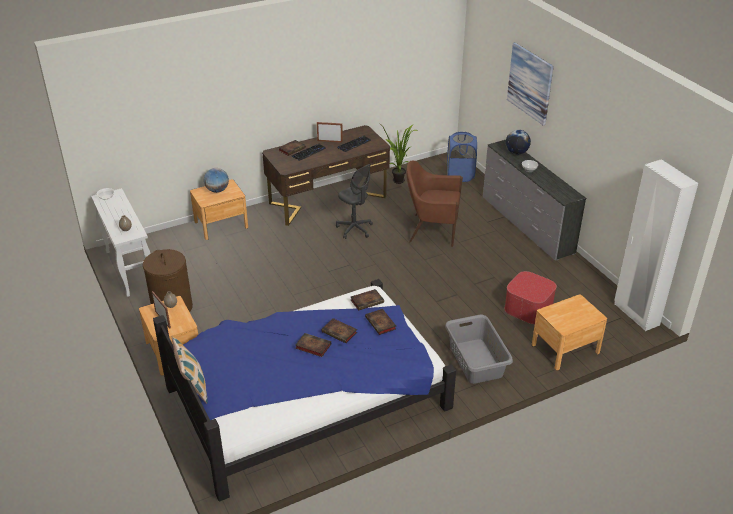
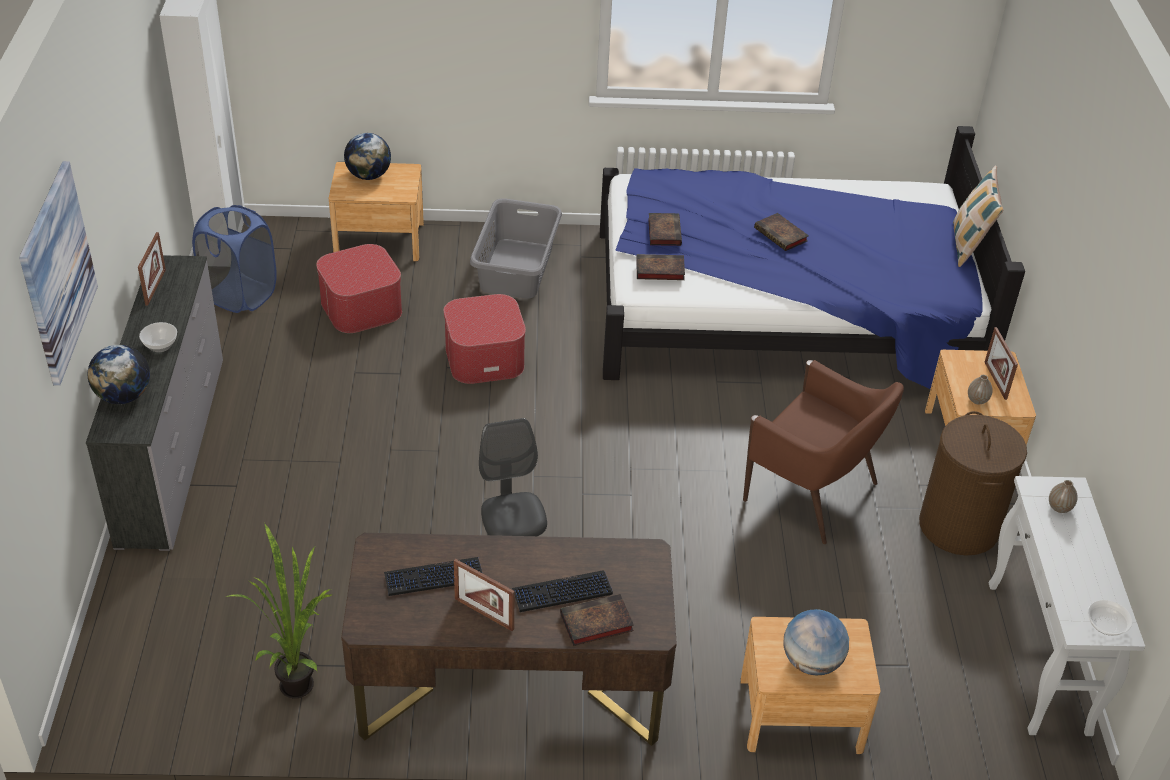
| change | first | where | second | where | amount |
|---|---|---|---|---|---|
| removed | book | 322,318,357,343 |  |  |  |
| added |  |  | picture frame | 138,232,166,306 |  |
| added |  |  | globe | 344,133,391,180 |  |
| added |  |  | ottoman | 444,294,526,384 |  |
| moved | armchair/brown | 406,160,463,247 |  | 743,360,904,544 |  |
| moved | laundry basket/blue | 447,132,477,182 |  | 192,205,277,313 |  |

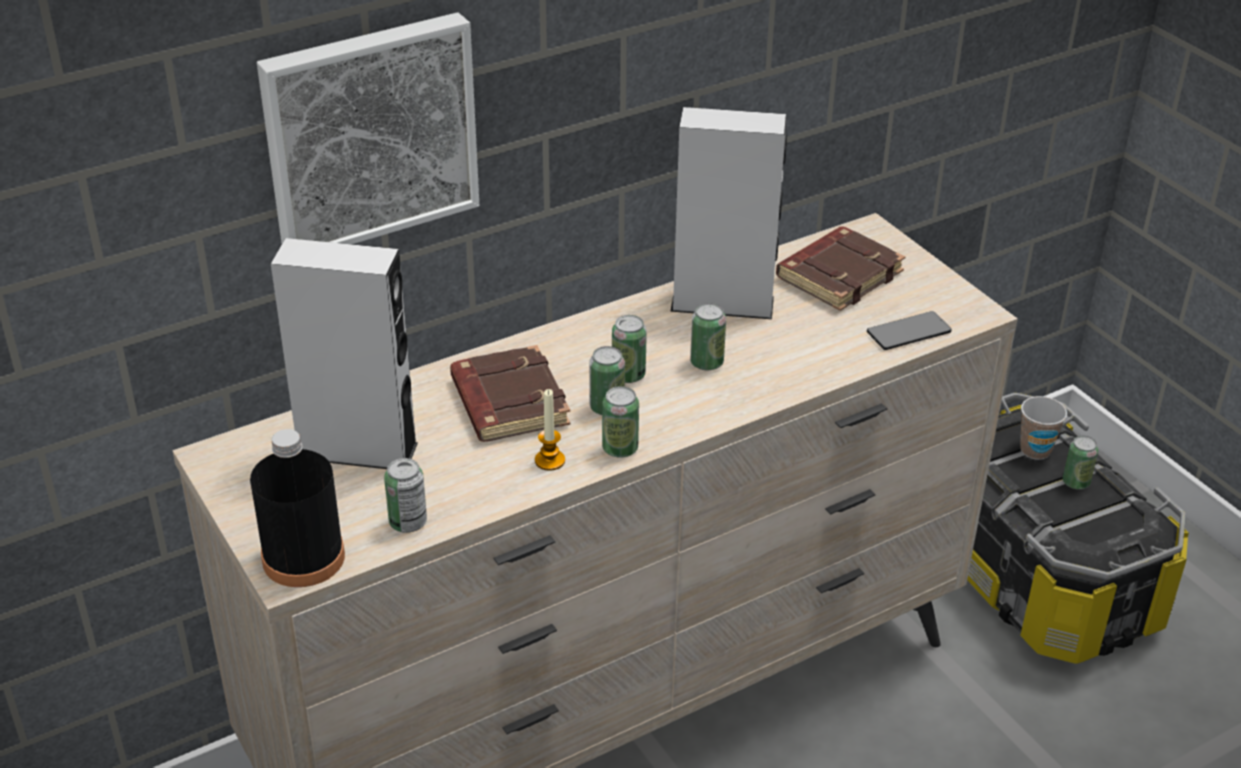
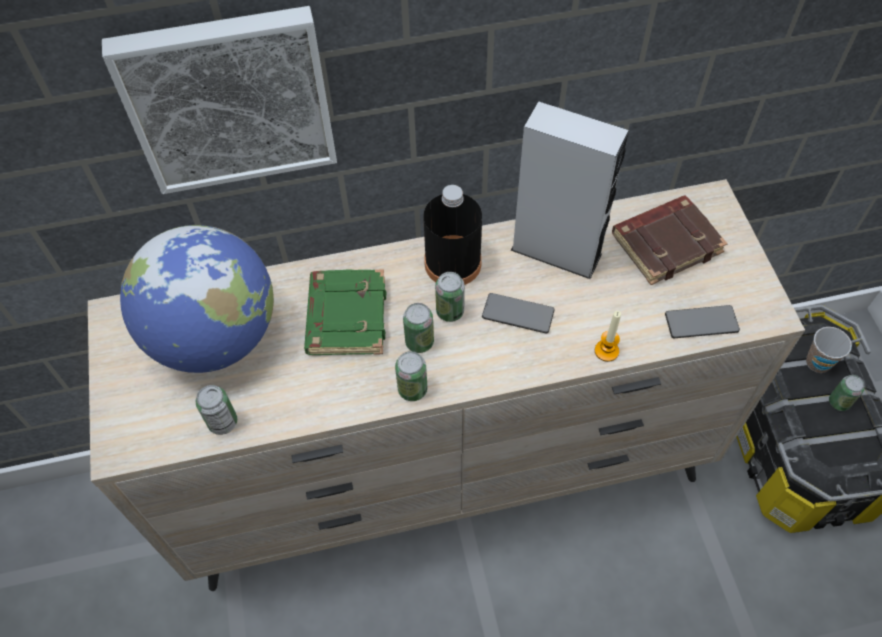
| change | first | where | second | where | amount |
|---|---|---|---|---|---|
| moved | bottle/black | 250,429,345,587 |  | 423,185,482,285 |  |
| moved | candle | 535,389,565,471 |  | 595,311,621,362 |  |
| replaced | speaker/grey | 271,238,418,469 | globe | 120,225,274,373 |  |
| replaced | can | 690,303,726,371 | phone | 482,293,555,333 |  |
| recoloured | book/brown | 450,345,570,442 | book/green | 304,269,386,355 |  |

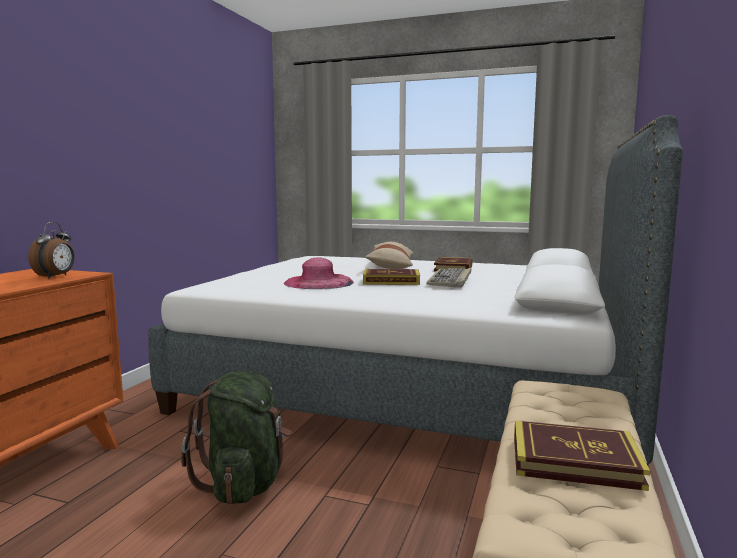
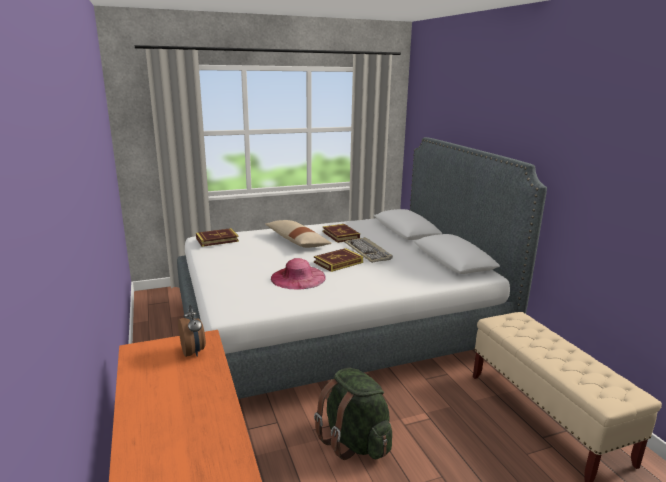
| change | first | where | second | where | amount |
|---|---|---|---|---|---|
| moved | book | 514,421,650,491 |  | 196,228,239,247 |  |

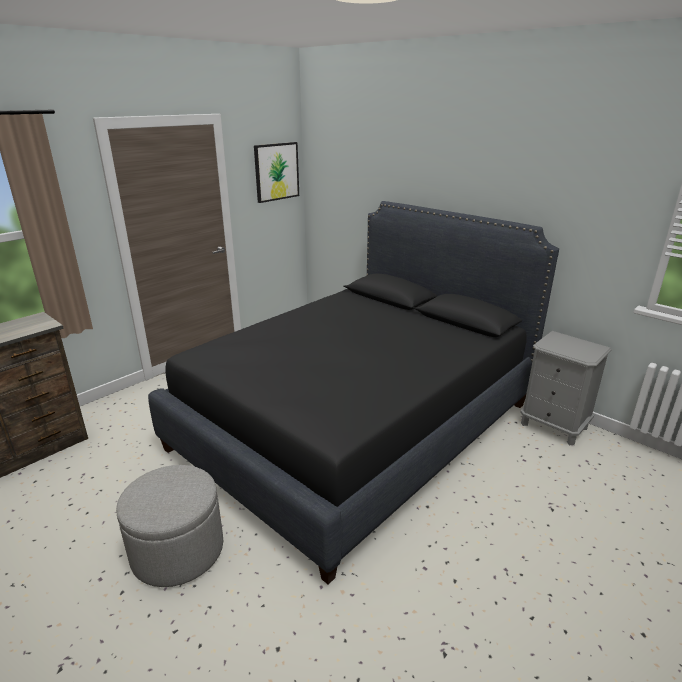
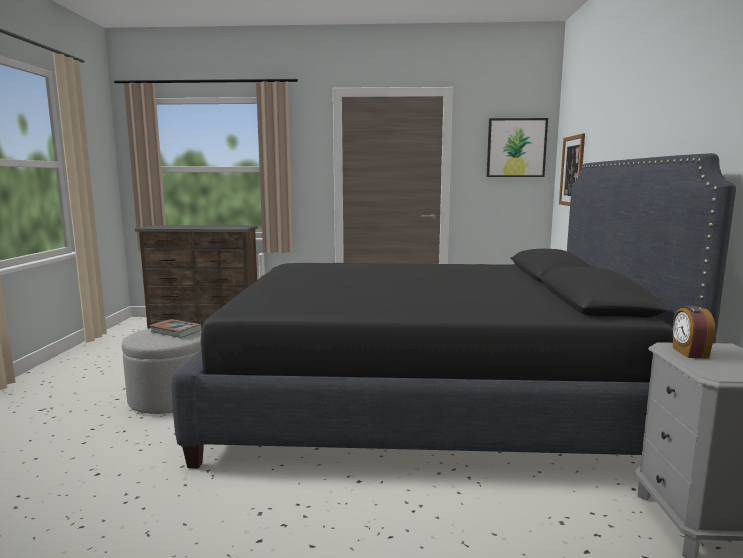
| change | first | where | second | where | amount |
|---|---|---|---|---|---|
| added |  |  | book | 149,319,202,338 |  |
| added |  |  | picture | 559,133,585,206 |  |
| added |  |  | alarm clock | 673,306,715,359 |  |

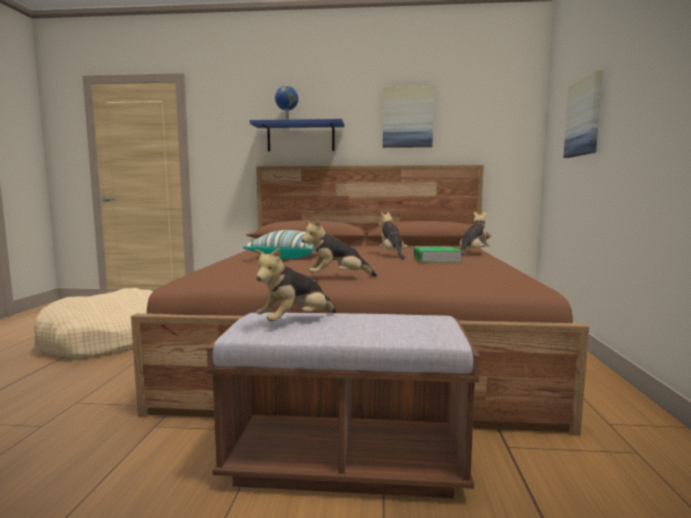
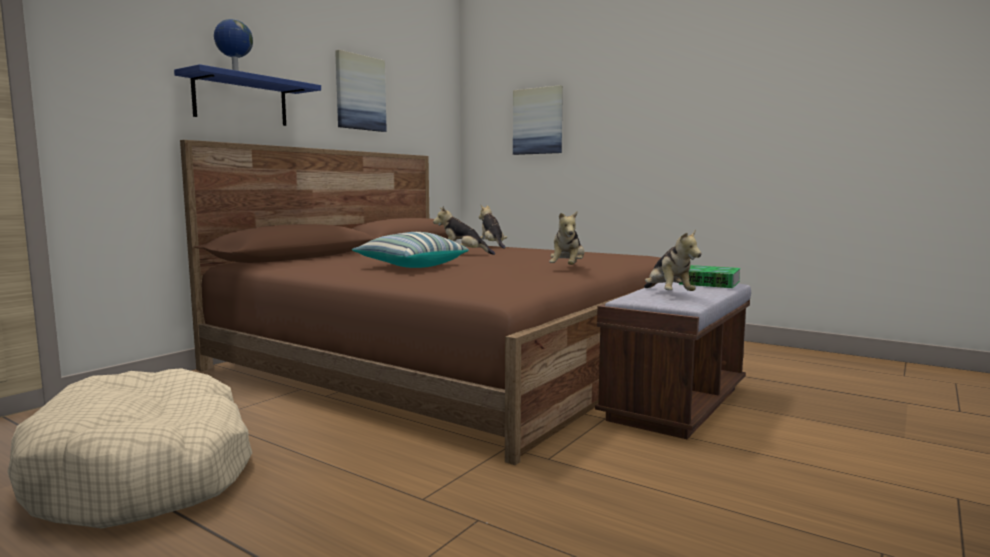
| change | first | where | second | where | amount |
|---|---|---|---|---|---|
| moved | book | 413,247,462,262 |  | 679,265,741,288 |  |

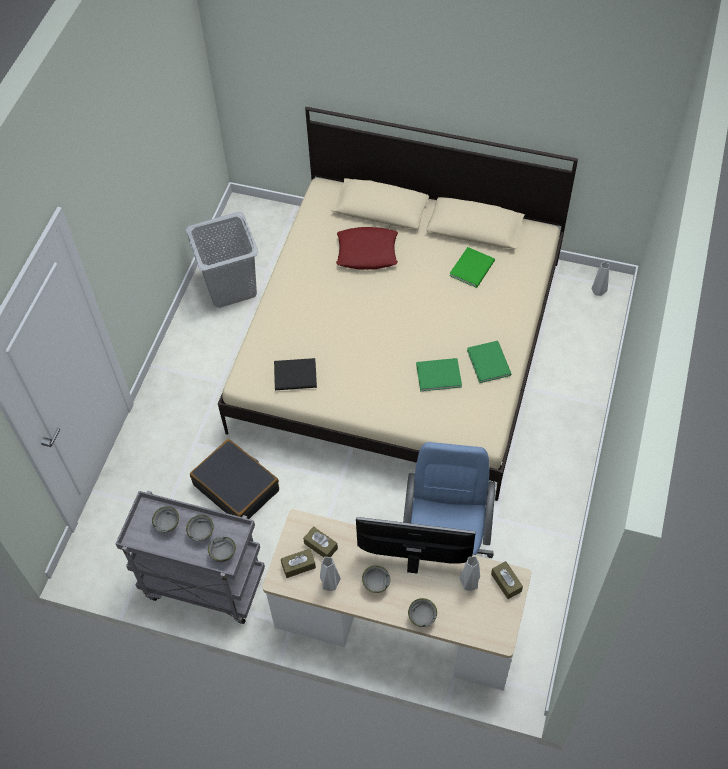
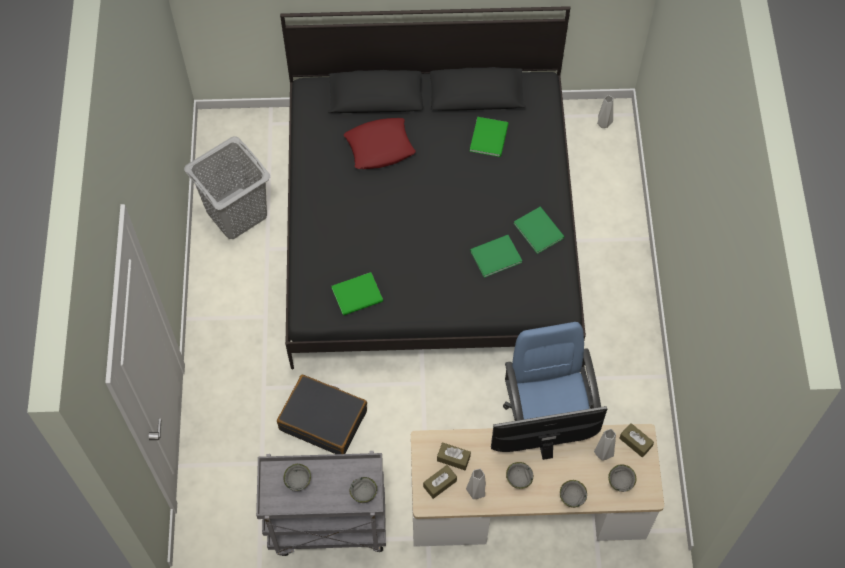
| change | first | where | second | where | amount |
|---|---|---|---|---|---|
| moved | bowl/grey | 186,515,214,541 |  | 608,465,636,492 |  |
| recoloured | bed/beige | 218,107,578,501 | bed/black | 280,6,586,369 |  |
| recoloured | book/black | 274,358,317,390 | book/green | 332,272,383,316 |  |

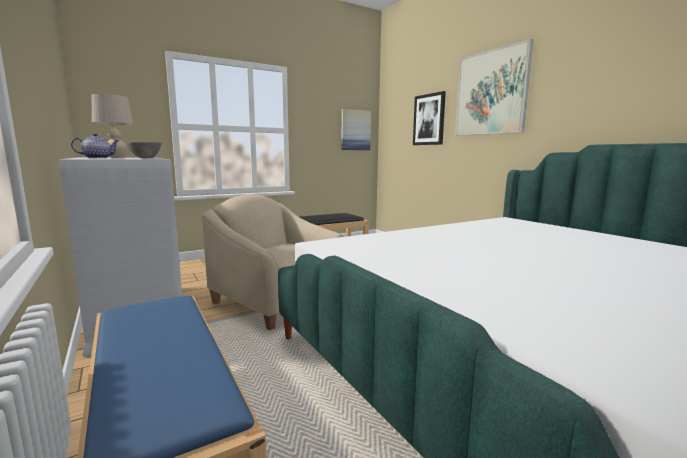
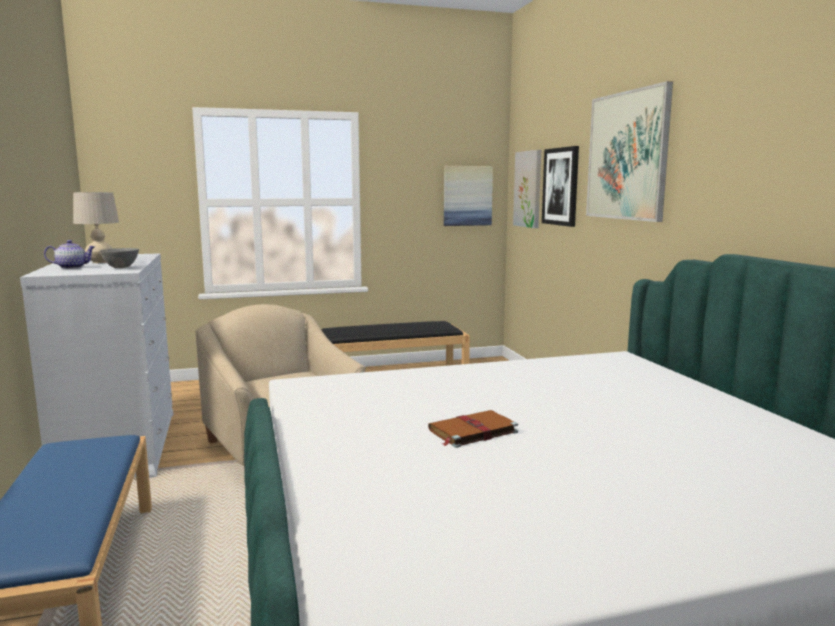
| change | first | where | second | where | amount |
|---|---|---|---|---|---|
| added |  |  | book/brown | 428,410,518,448 |  |
| added |  |  | picture | 513,150,541,228 |  |

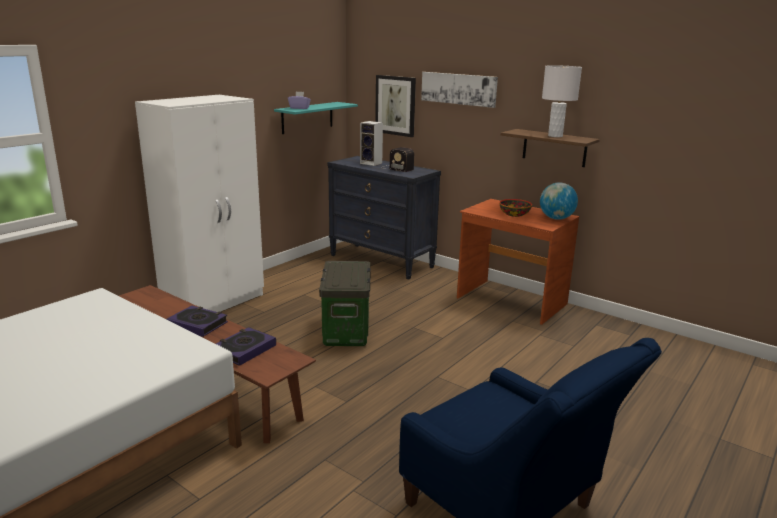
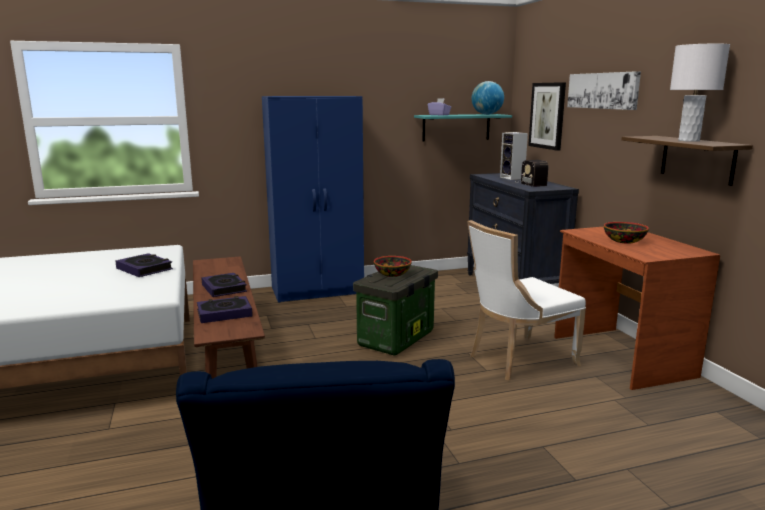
| change | first | where | second | where | amount |
|---|---|---|---|---|---|
| added |  |  | book | 115,253,173,277 |  |
| added |  |  | bowl | 374,256,412,277 |  |
| added |  |  | chair/white | 467,220,586,381 |  |
| moved | globe | 540,182,578,220 |  | 472,81,504,115 |  |
| recoloured | wardrobe/white | 135,95,264,312 | wardrobe/blue | 262,96,364,303 |  |

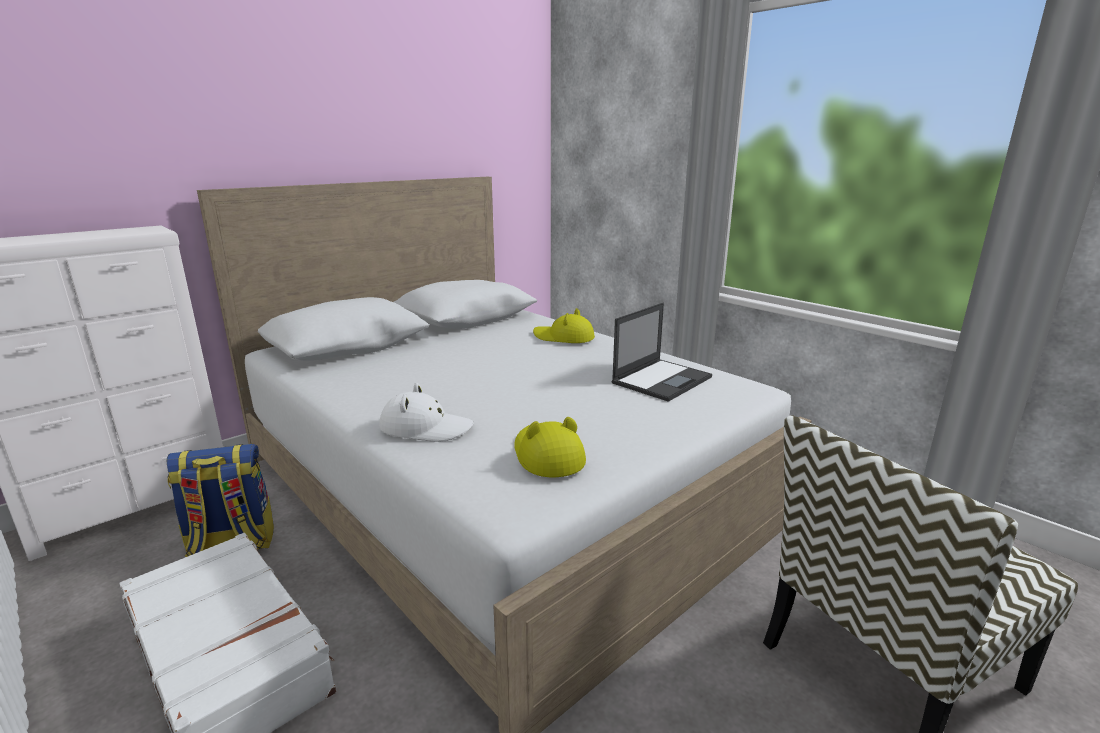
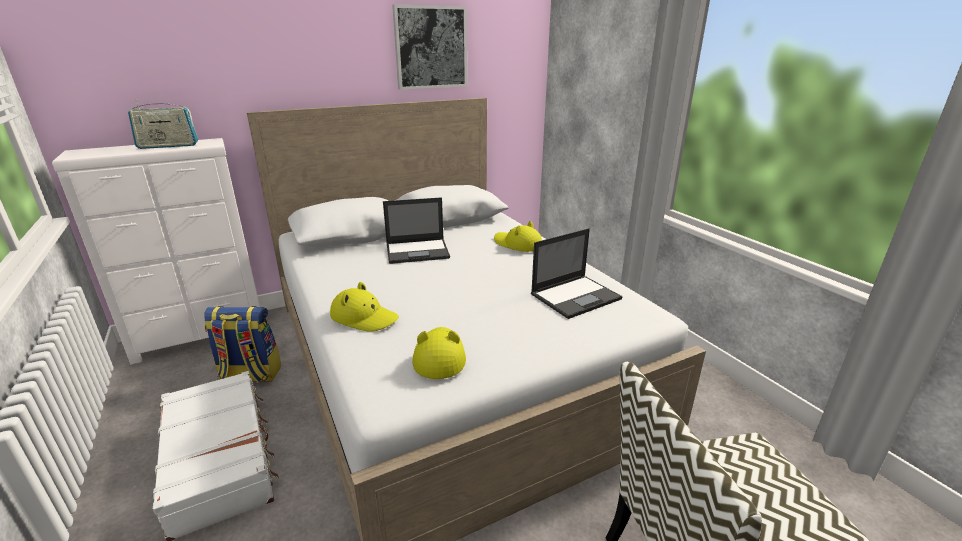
| change | first | where | second | where | amount |
|---|---|---|---|---|---|
| added |  |  | radio | 128,100,198,149 |  |
| added |  |  | laptop | 383,197,450,264 |  |
| added |  |  | picture | 392,4,467,90 |  |
| recoloured | hat/white | 379,383,474,442 | hat/yellow | 330,282,399,332 |  |

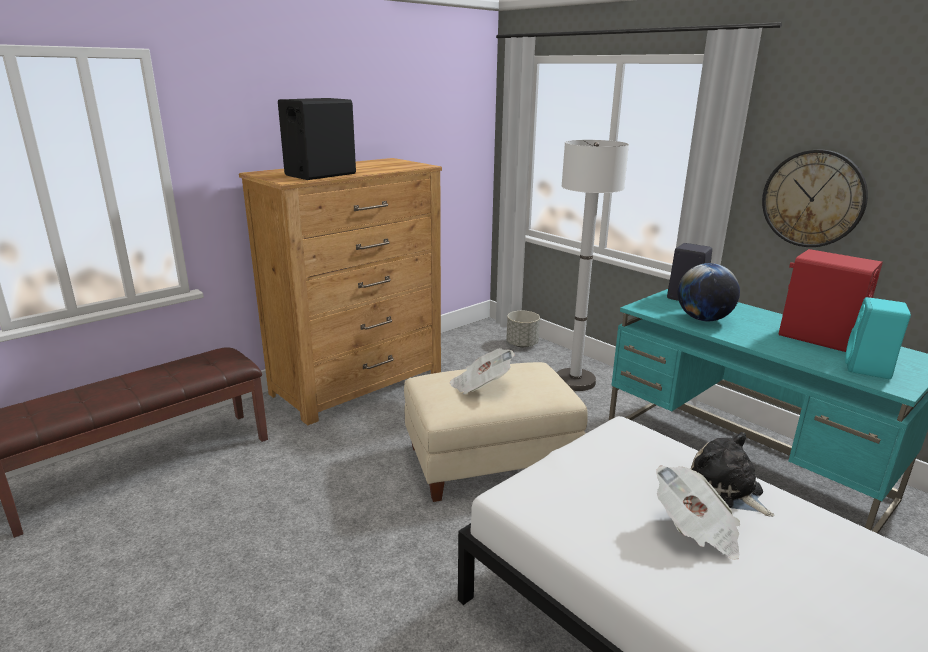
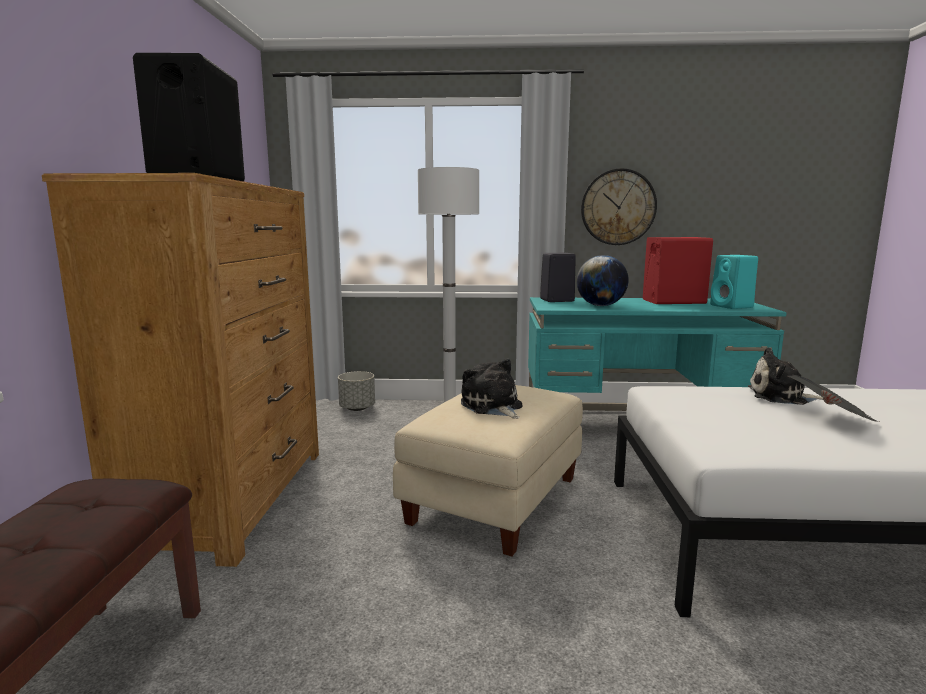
| change | first | where | second | where | amount |
|---|---|---|---|---|---|
| replaced | newspaper | 449,348,515,395 | plush toy | 461,359,523,419 |  |

